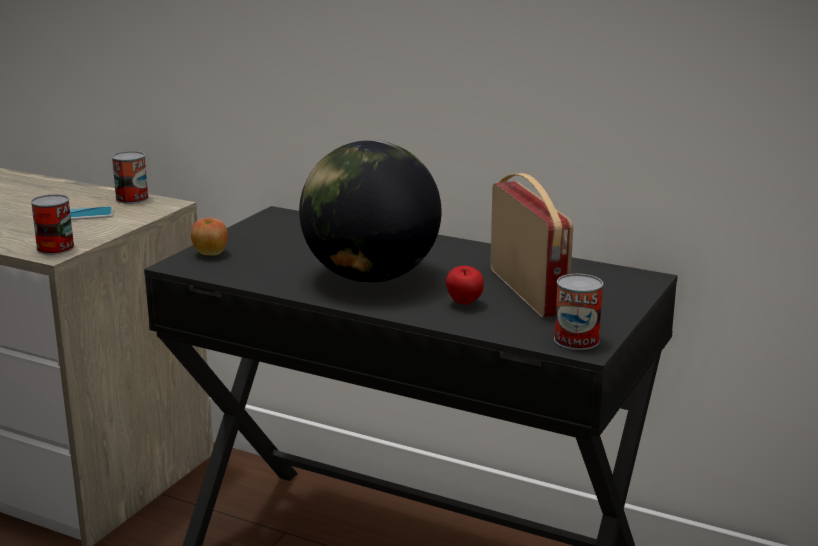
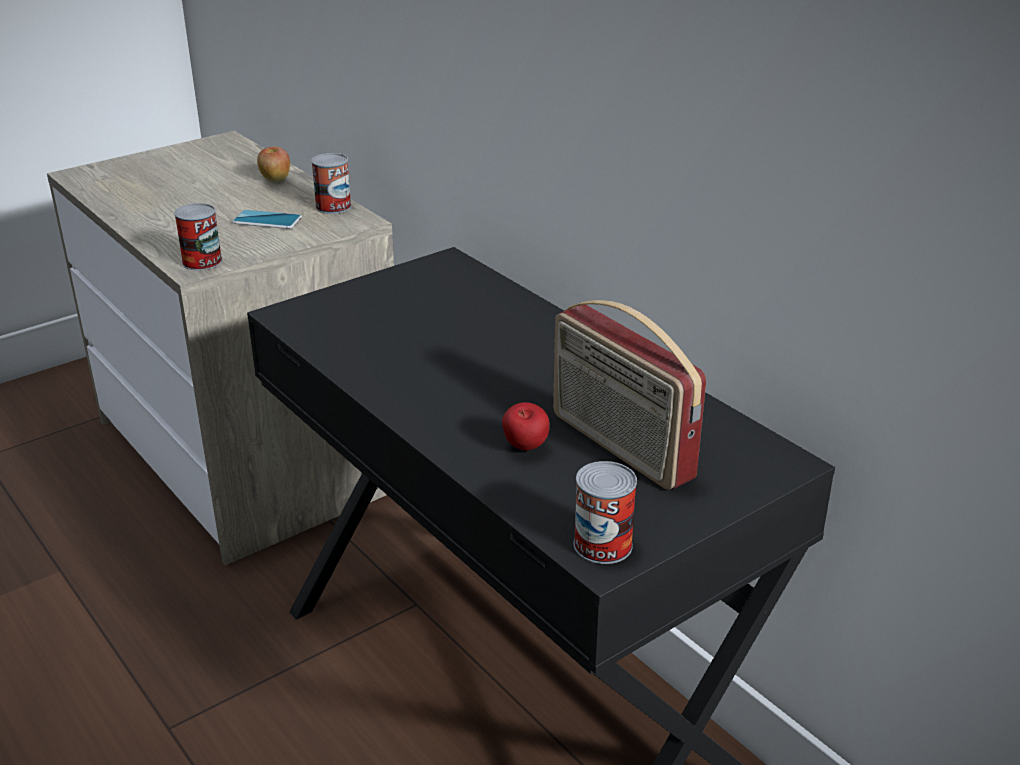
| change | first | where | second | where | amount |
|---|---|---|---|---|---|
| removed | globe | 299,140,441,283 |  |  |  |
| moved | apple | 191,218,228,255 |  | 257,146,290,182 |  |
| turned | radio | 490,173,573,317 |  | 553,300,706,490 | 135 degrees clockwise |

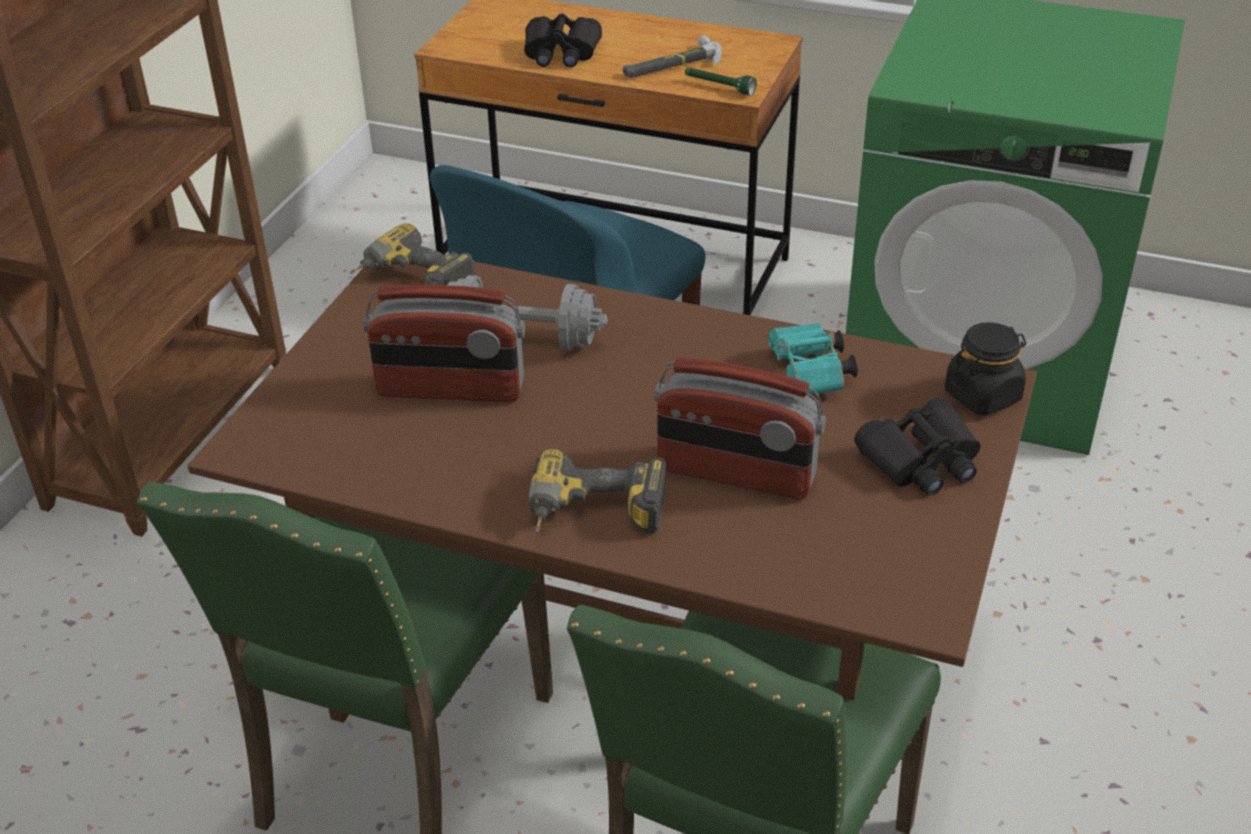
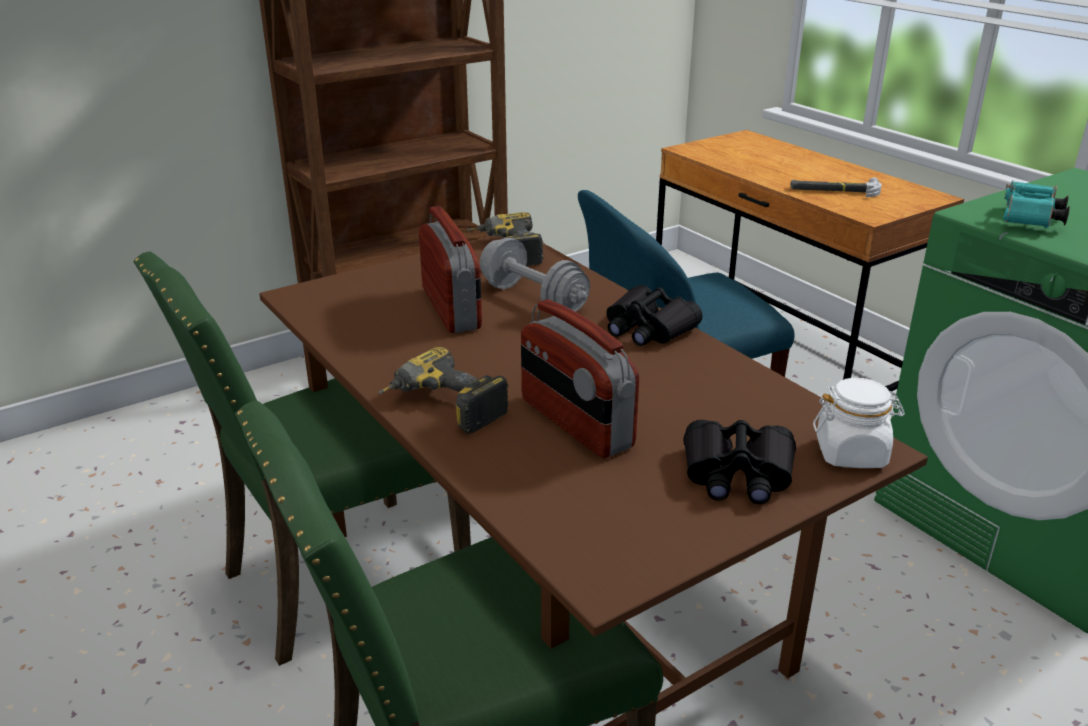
| change | first | where | second | where | amount |
|---|---|---|---|---|---|
| removed | flashlight/green | 685,67,757,96 |  |  |  |
| moved | binoculars/black | 524,14,602,68 |  | 606,285,703,346 |  |
| moved | binoculars/turquoise | 767,323,858,395 |  | 1003,180,1070,228 |  |
| recoloured | jar/black | 945,322,1026,416 | jar/white | 813,378,905,468 |  |
| turned | radio | 363,285,525,402 |  | 419,206,482,333 | 150 degrees counterclockwise |

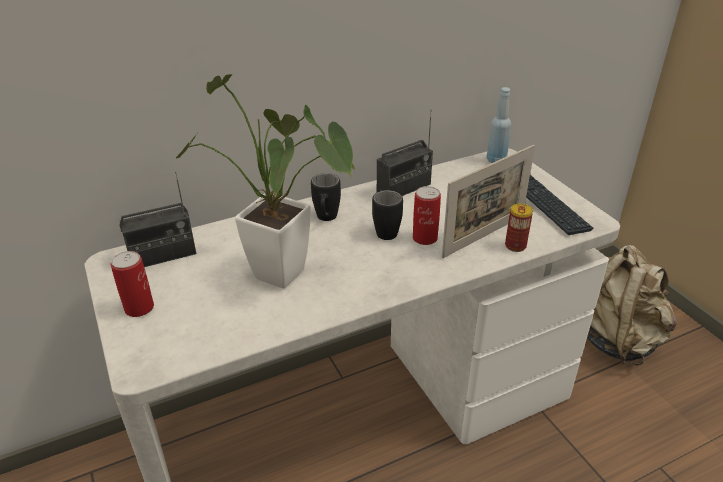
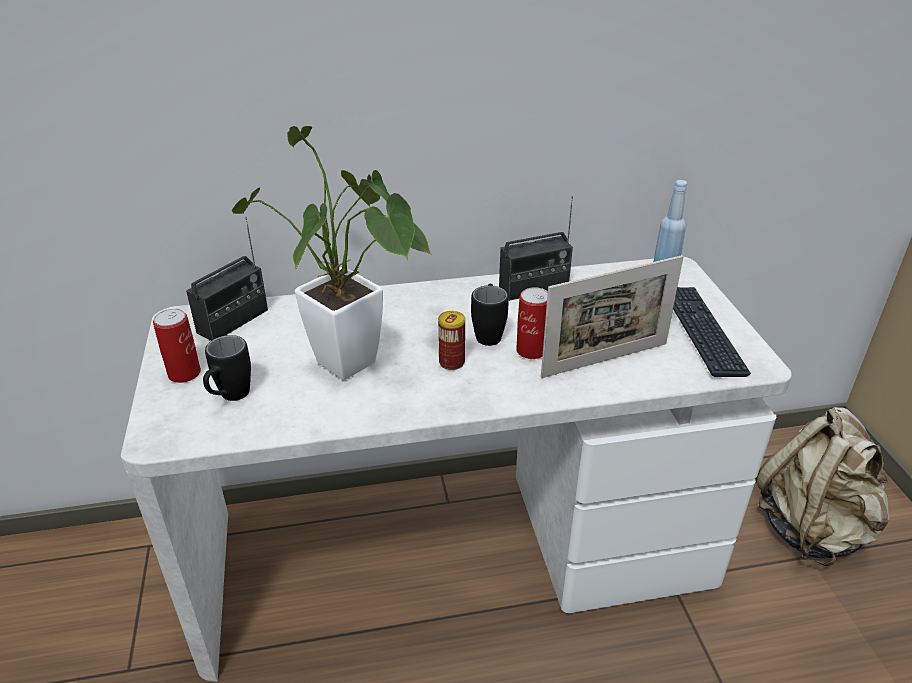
| change | first | where | second | where | amount |
|---|---|---|---|---|---|
| moved | mug/black | 311,173,341,221 |  | 203,335,251,401 |  |
| moved | can | 505,204,533,252 |  | 438,311,465,370 |  |
| turned | radio | 119,172,196,267 |  | 186,217,268,341 | 45 degrees counterclockwise |

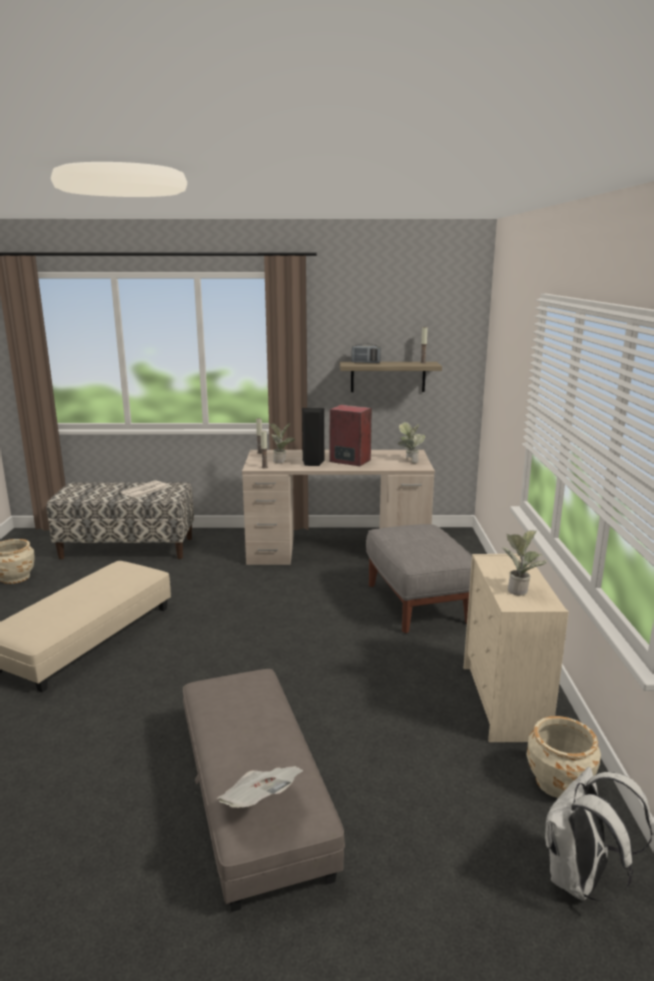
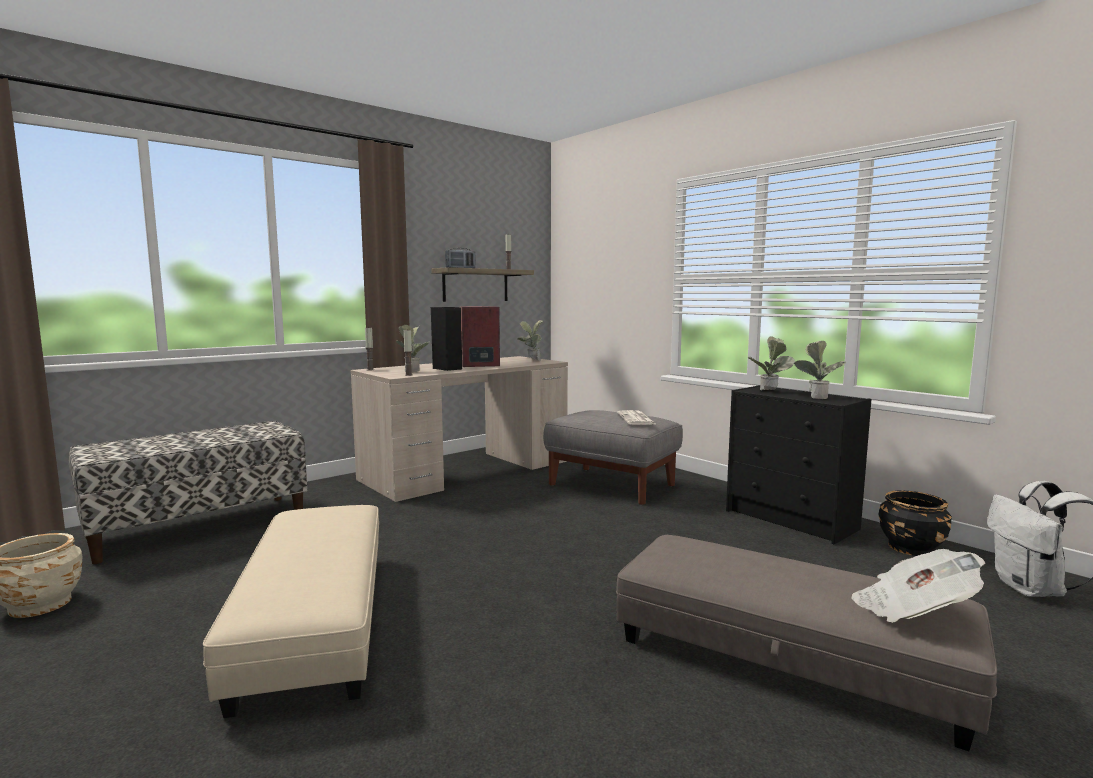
| change | first | where | second | where | amount |
|---|---|---|---|---|---|
| added |  |  | potted plant | 747,336,795,390 |  |
| moved | newspaper | 120,480,168,498 |  | 617,410,657,425 |  |
| recoloured | dresser/beige | 464,554,569,742 | dresser/black | 726,385,871,544 |  |
| recoloured | planter/beige | 526,716,601,798 | planter/black | 878,490,952,556 |  |

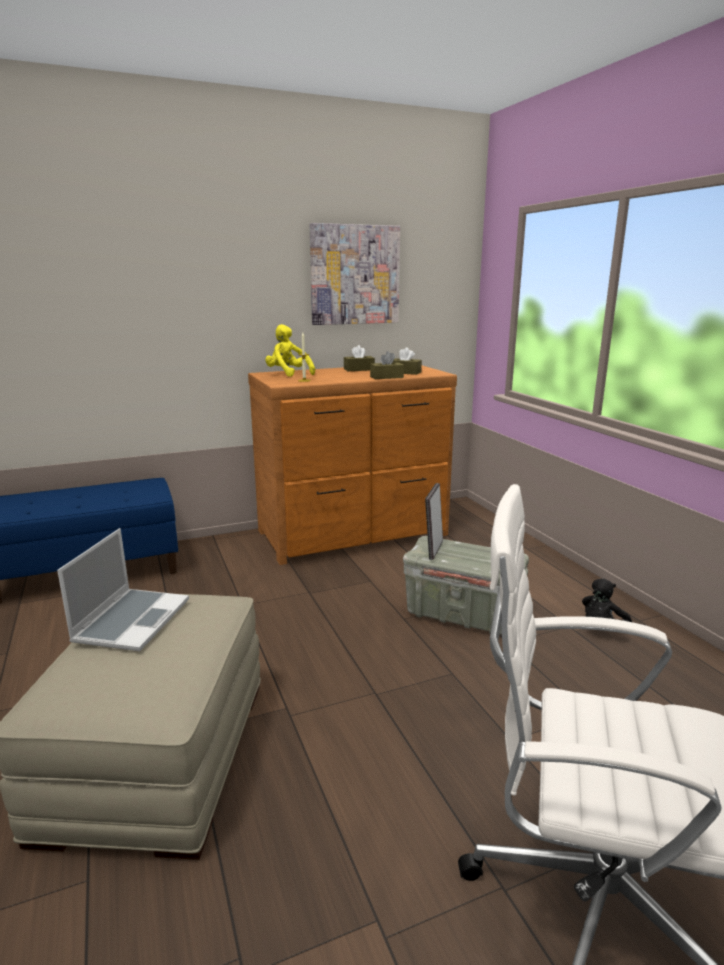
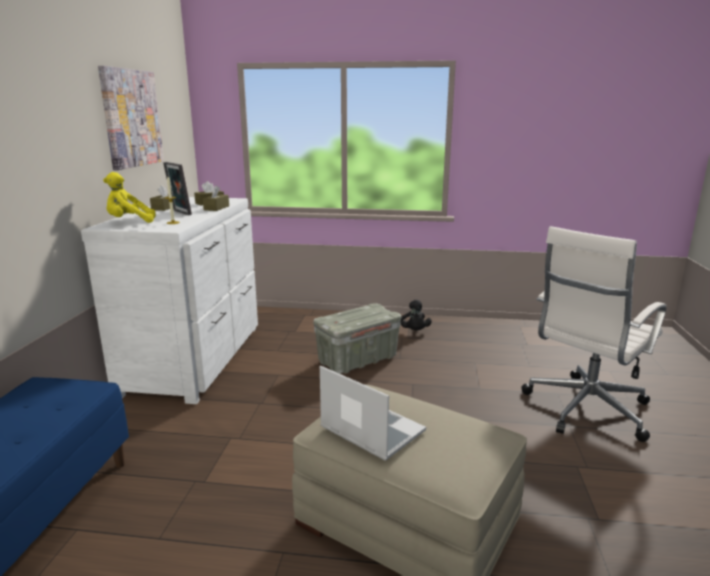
| change | first | where | second | where | amount |
|---|---|---|---|---|---|
| moved | picture frame | 425,483,443,560 |  | 163,162,192,215 |  |
| recoloured | dresser/brown | 248,366,457,565 | dresser/white | 81,197,258,404 |  |

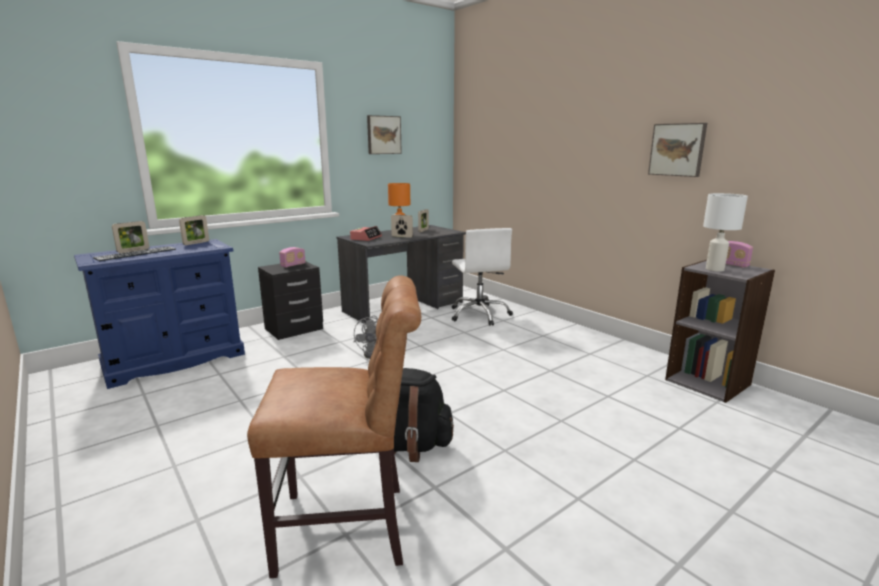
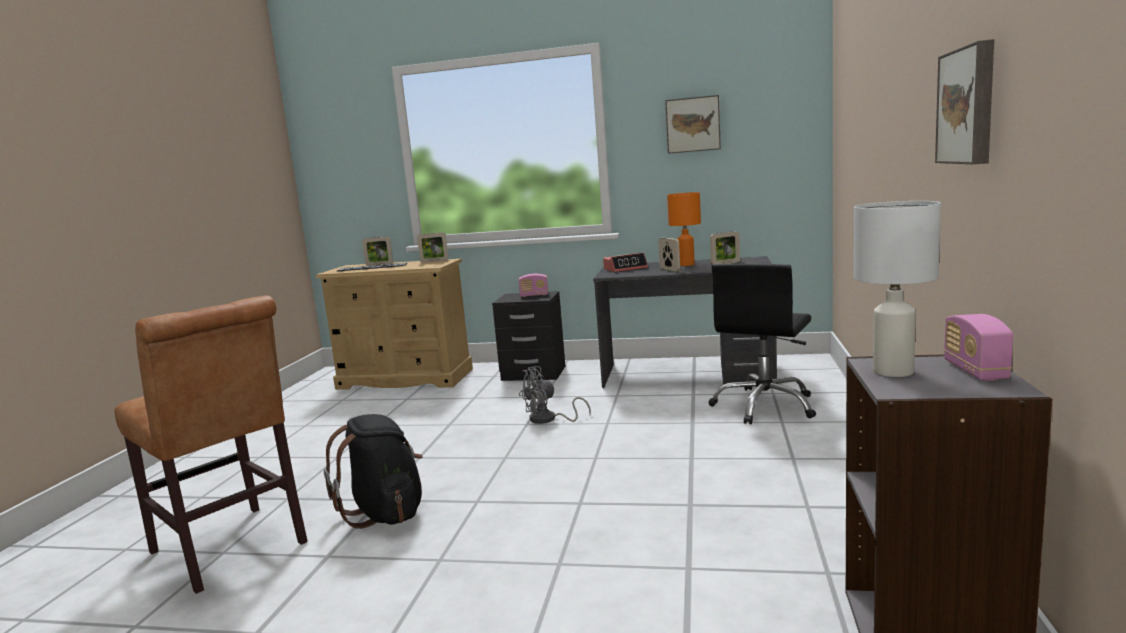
| change | first | where | second | where | amount |
|---|---|---|---|---|---|
| recoloured | dresser/blue | 74,239,245,389 | dresser/beige | 316,259,473,390 |  |
| recoloured | office chair/white | 452,228,513,326 | office chair/black | 709,264,816,424 |  |

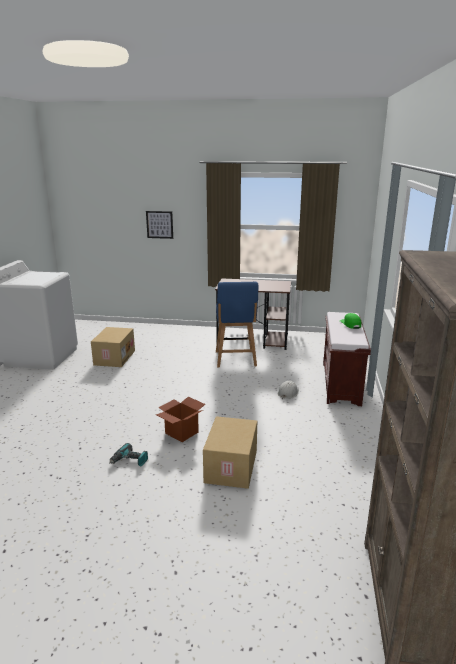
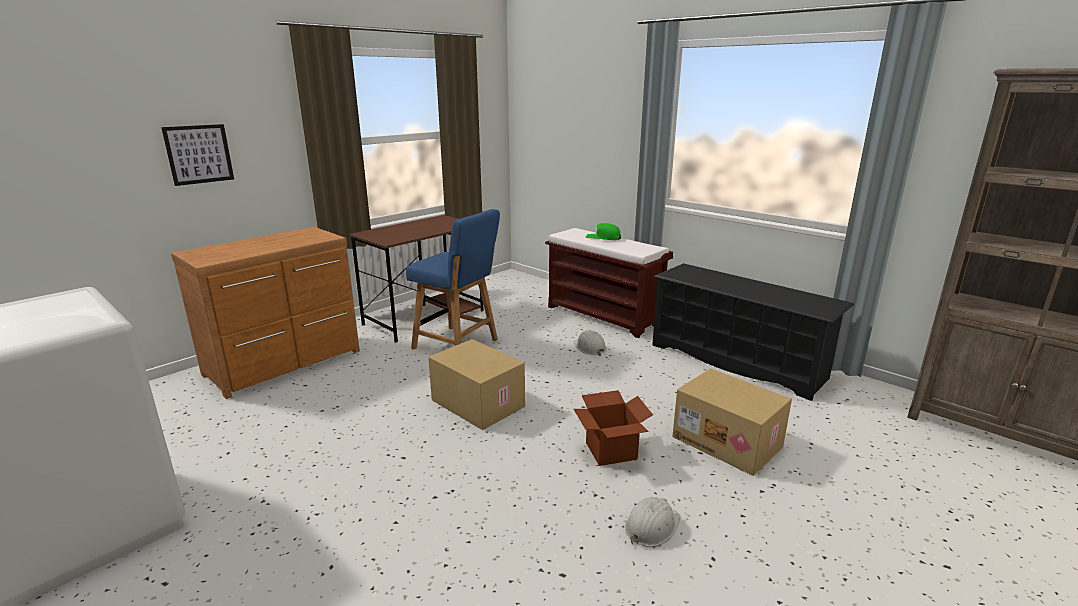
| change | first | where | second | where | amount |
|---|---|---|---|---|---|
| added |  |  | dresser/brown | 171,227,360,399 |  |
| added |  |  | shoe rack/black | 652,263,854,401 |  |
| moved | cardboard box | 91,327,135,367 |  | 428,339,525,430 |  |
| replaced | power drill | 109,443,148,466 | hard hat/white | 625,497,680,547 |  |

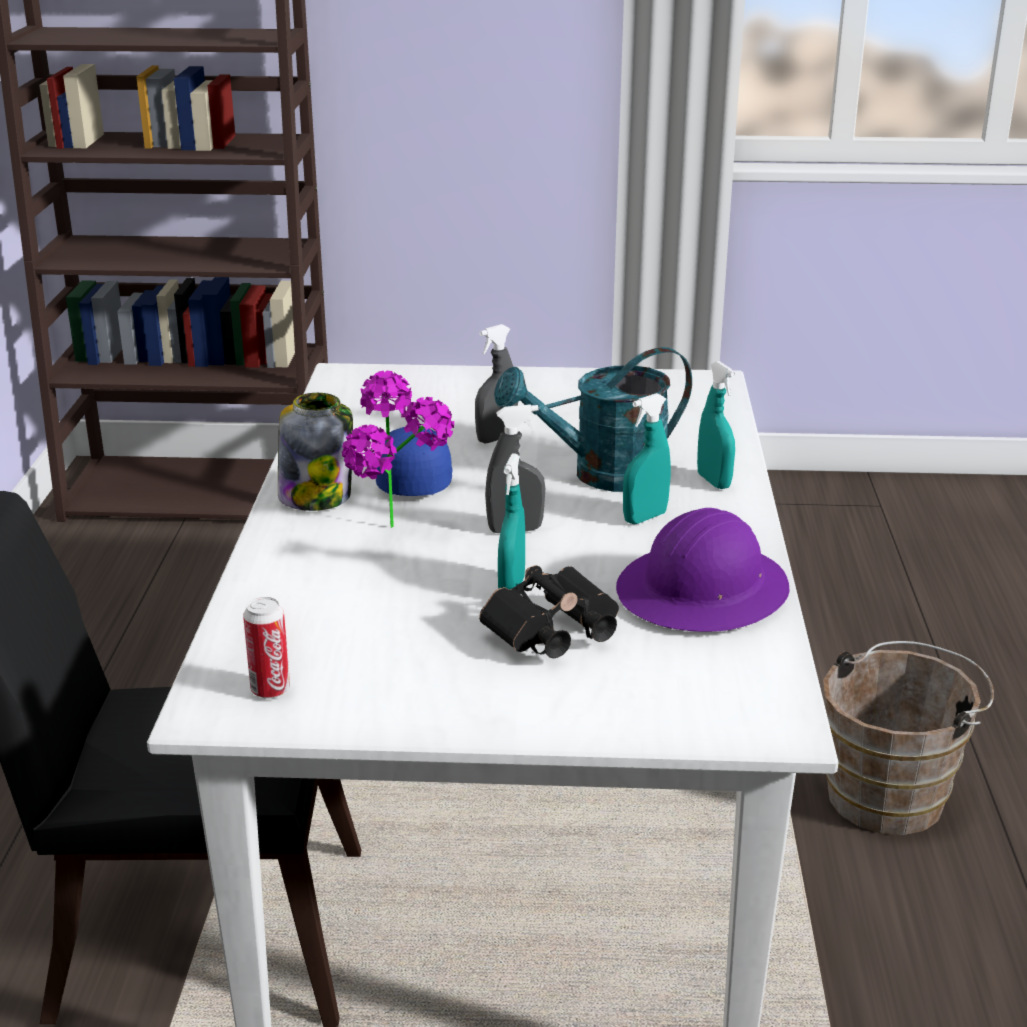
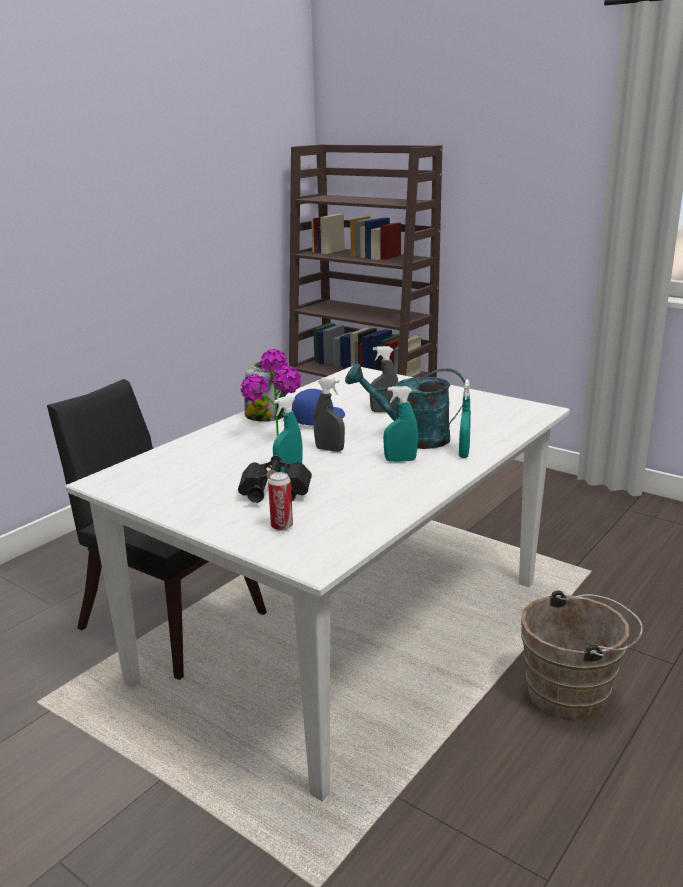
| change | first | where | second | where | amount |
|---|---|---|---|---|---|
| removed | hard hat/purple | 616,508,790,632 |  |  |  |
| moved | can | 243,597,290,699 |  | 268,472,293,531 |  |

